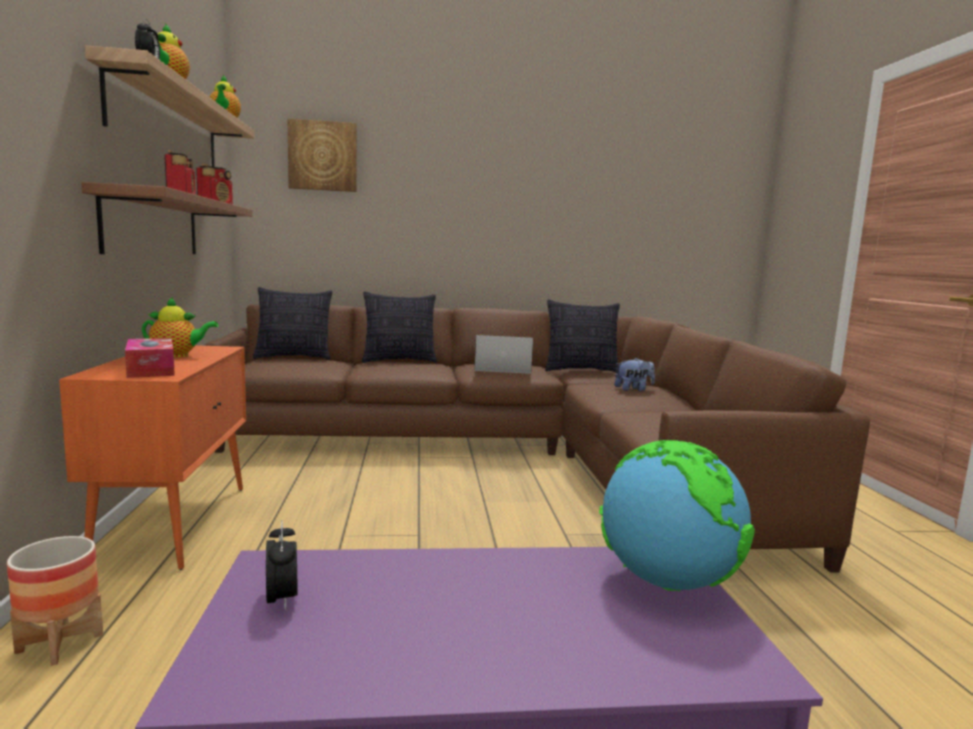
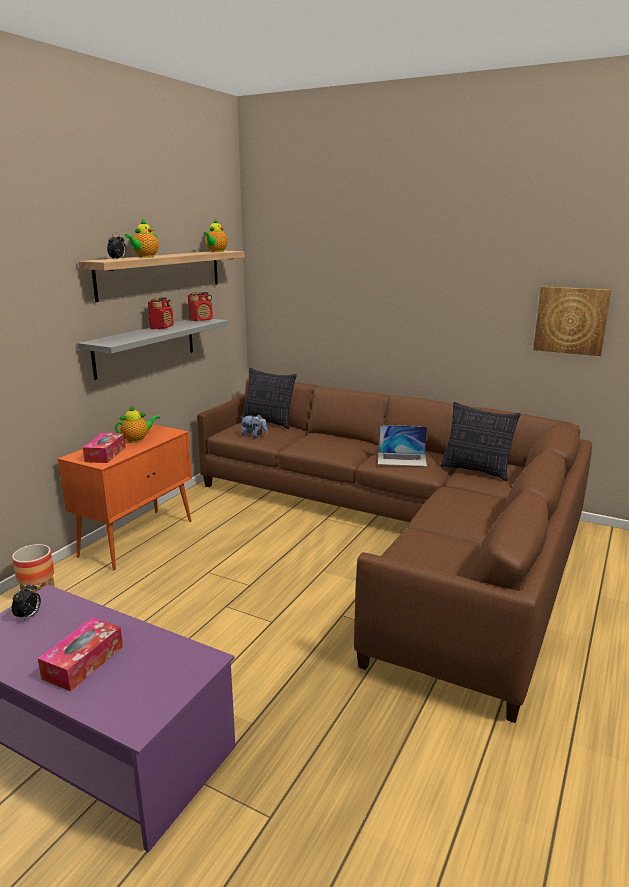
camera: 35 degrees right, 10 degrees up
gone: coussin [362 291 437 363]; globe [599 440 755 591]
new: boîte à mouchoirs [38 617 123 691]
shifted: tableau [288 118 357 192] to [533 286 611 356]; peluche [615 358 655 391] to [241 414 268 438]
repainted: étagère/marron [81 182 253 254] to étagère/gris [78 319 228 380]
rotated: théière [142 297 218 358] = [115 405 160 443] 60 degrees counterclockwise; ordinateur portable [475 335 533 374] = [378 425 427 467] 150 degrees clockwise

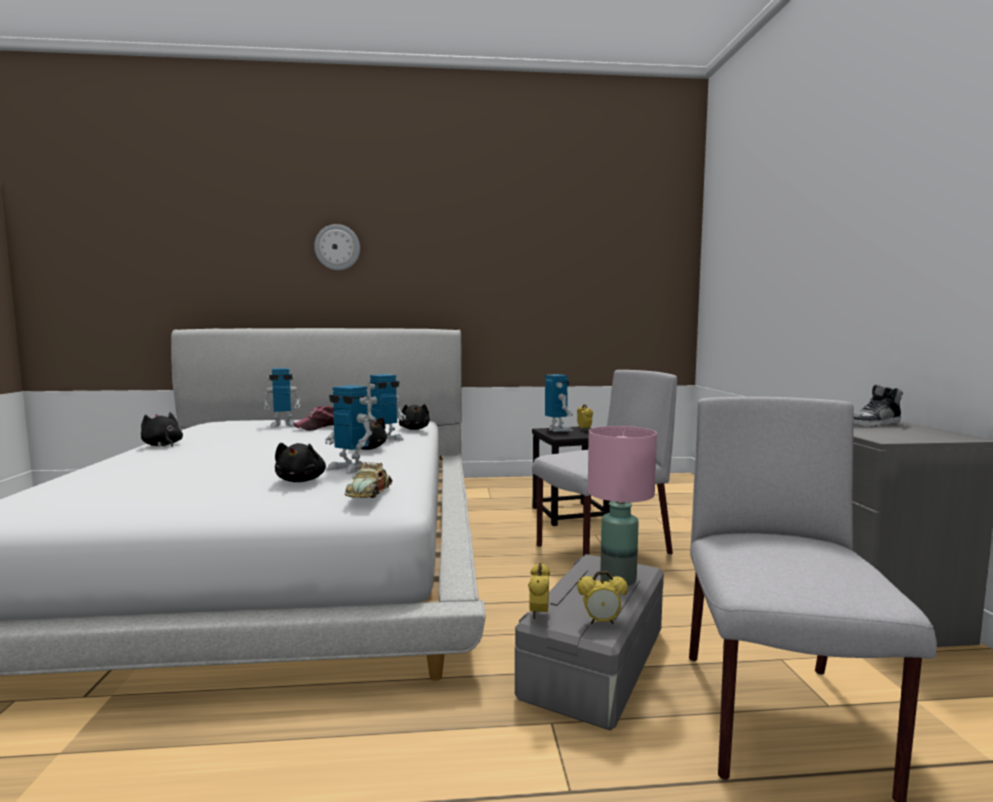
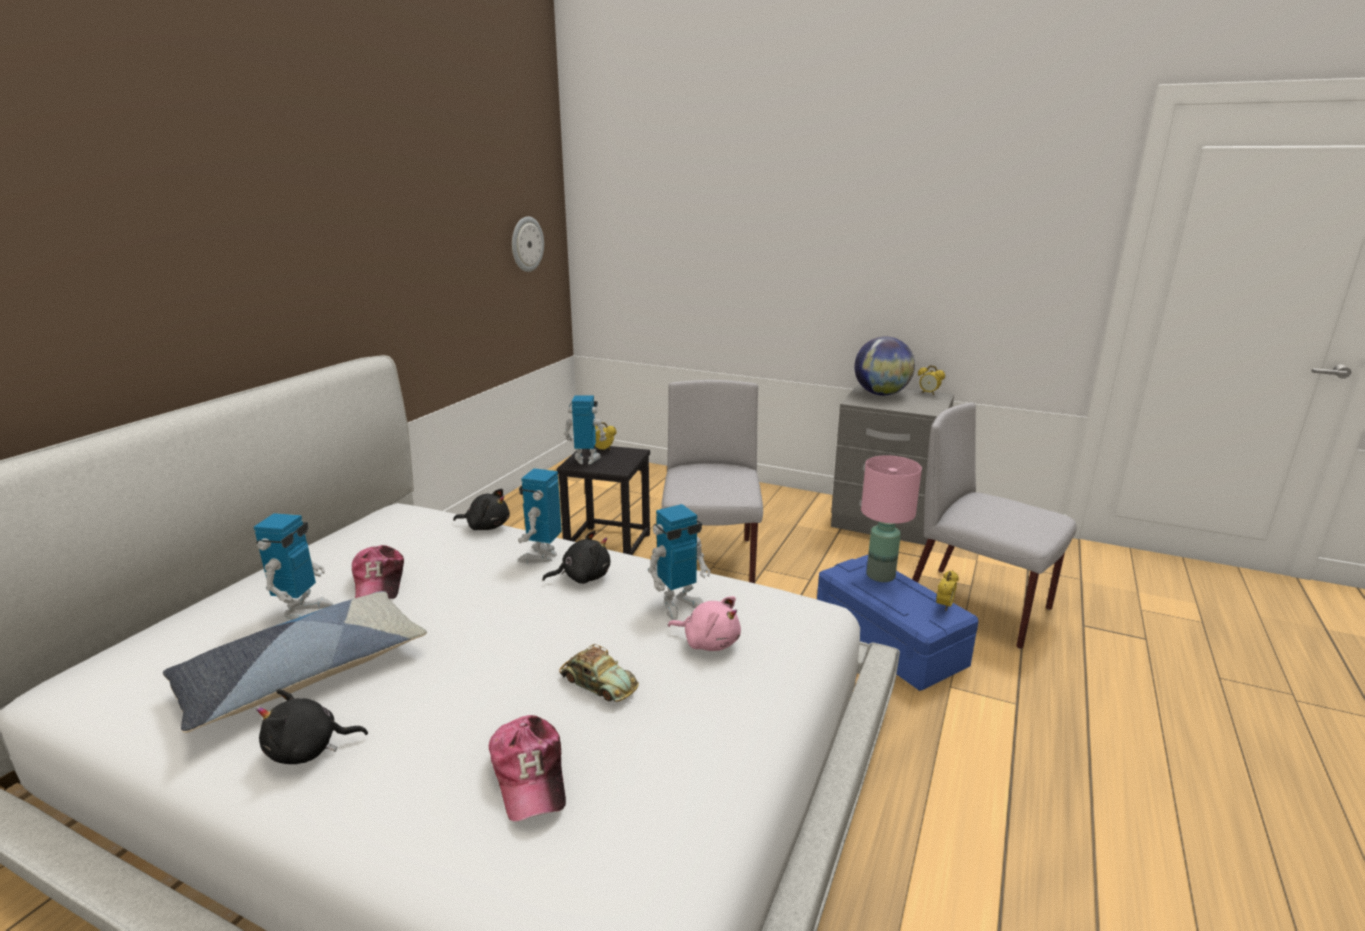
camera: 60 degrees left, 15 degrees up
new: coussin [163 591 427 733]; casquette [489 715 566 822]
shifted: horloge murale [314 224 360 270] to [512 216 544 272]; petite voiture [345 462 393 498] to [559 644 639 702]; réveil [528 563 550 619] to [918 366 945 395]
swapped: chaussure [854 384 903 427] to globe [854 337 915 395]
repainted: peluche/noir [275 443 326 482] to peluche/rose [668 596 741 651]; boîte de rangement/gris [515 554 664 730] to boîte de rangement/bleu [817 555 979 691]
rotated: robot jouet [368 374 406 443] = [518 468 562 563] 150 degrees counterclockwise

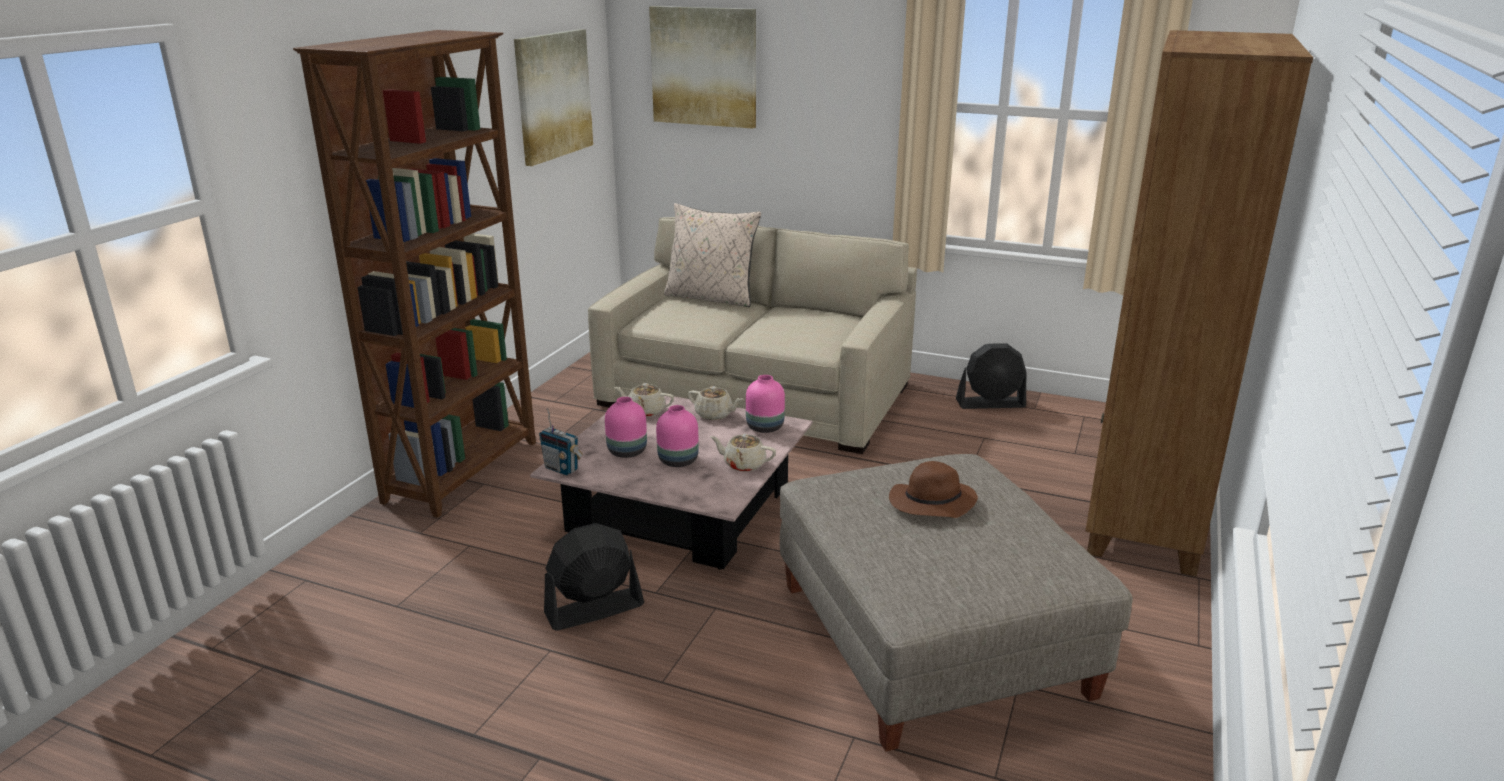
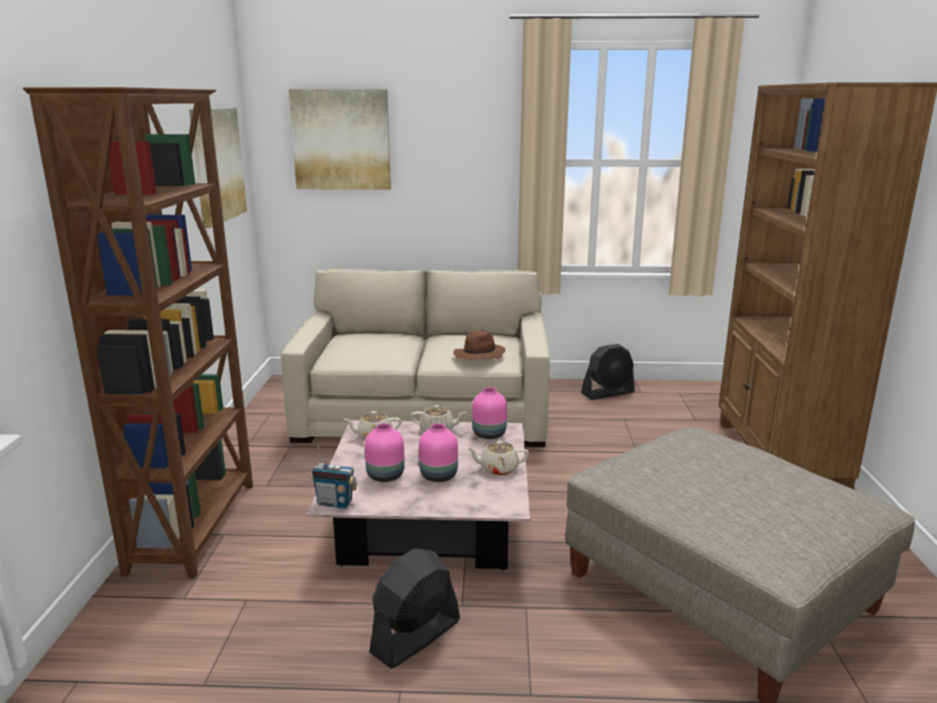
camera: 20 degrees left, 5 degrees down
gone: coussin/beige [664 203 761 307]
shifted: chapeau/marron [889 461 978 518] to [454 330 506 360]

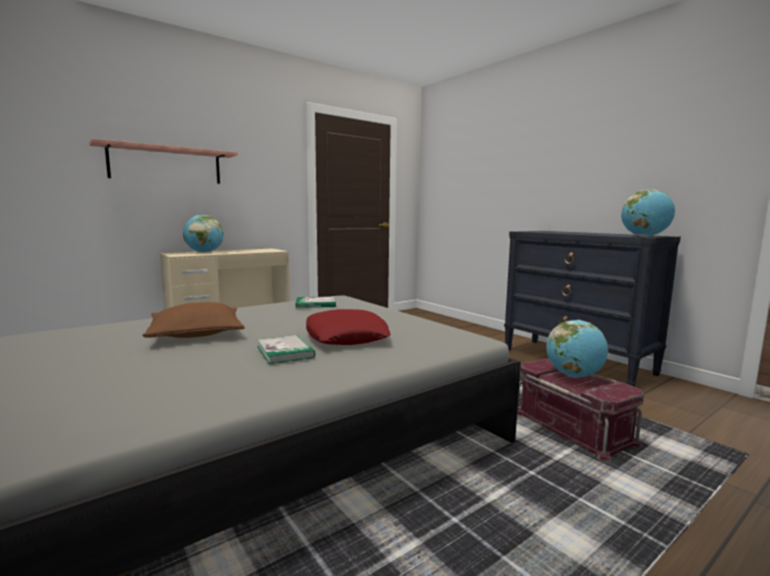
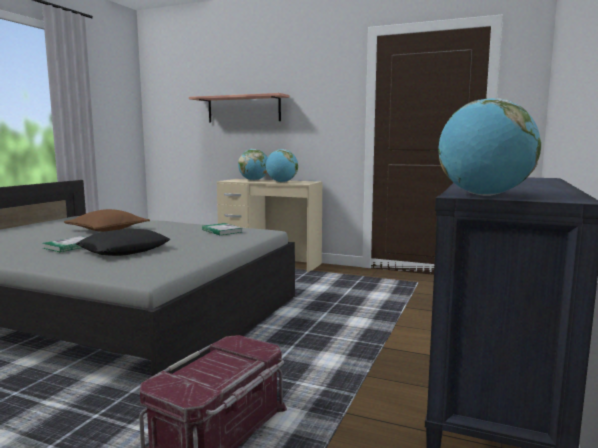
camera: 60 degrees right, 0 degrees up
shifted: globe [546 320 608 378] to [266 149 298 182]
repainted: coussin/rouge [306 309 390 345] to coussin/noir [76 228 170 256]

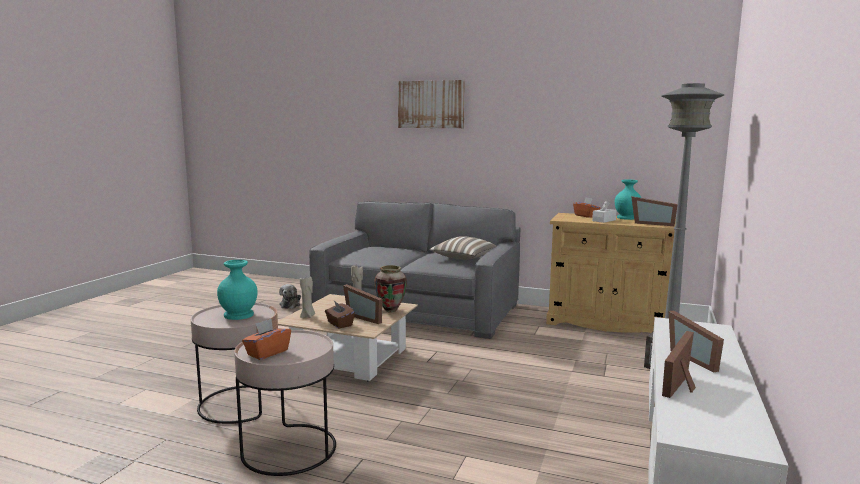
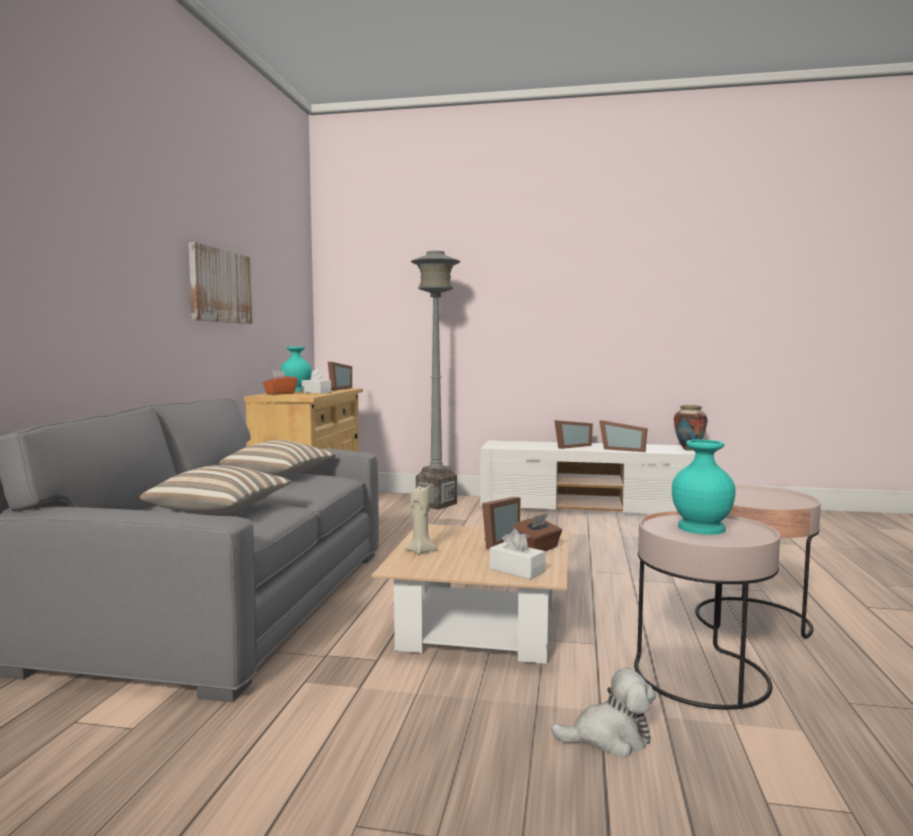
camera: 100 degrees left, 5 degrees down
gone: boîte à mouchoirs/orange [242 319 291 360]
new: coussin [140 465 292 513]
shifted: peluche [279 284 301 309] to [551 668 656 758]; vase [374 265 407 312] to [674 405 707 451]; tableau [398 80 465 128] to [188 242 253 324]
swapped: bougie/beige [300 277 315 318] to boîte à mouchoirs/blanc [490 529 545 579]

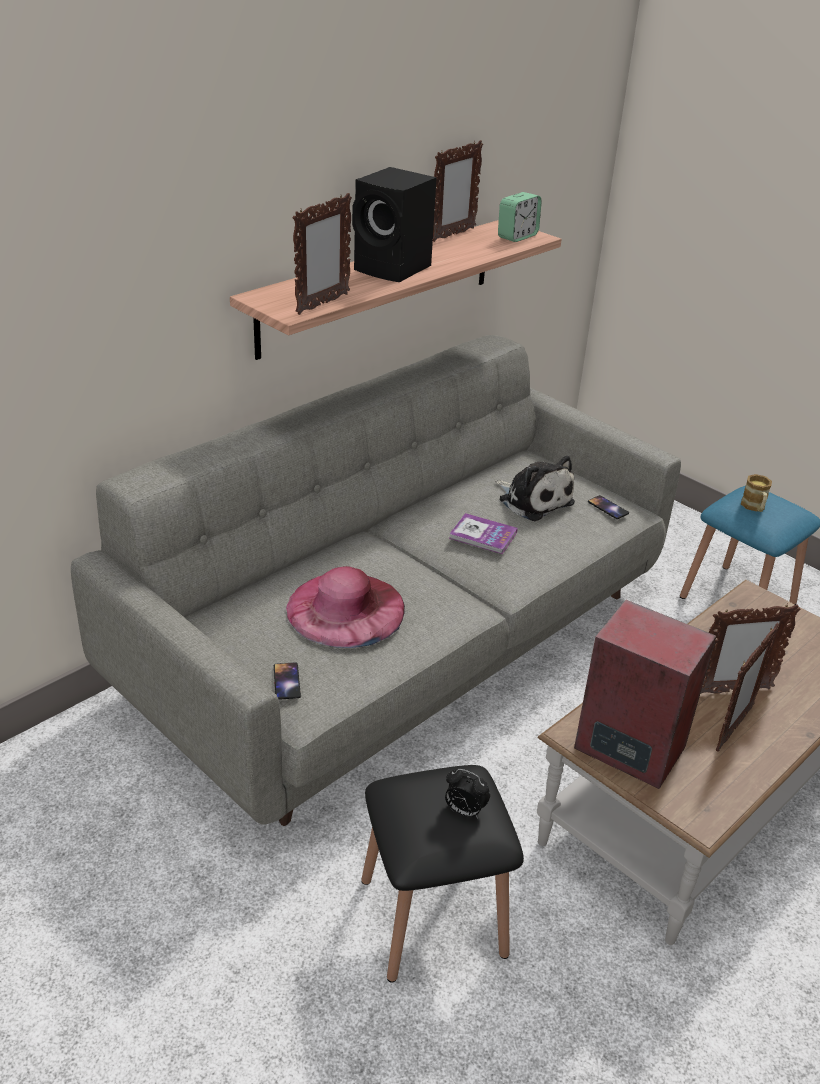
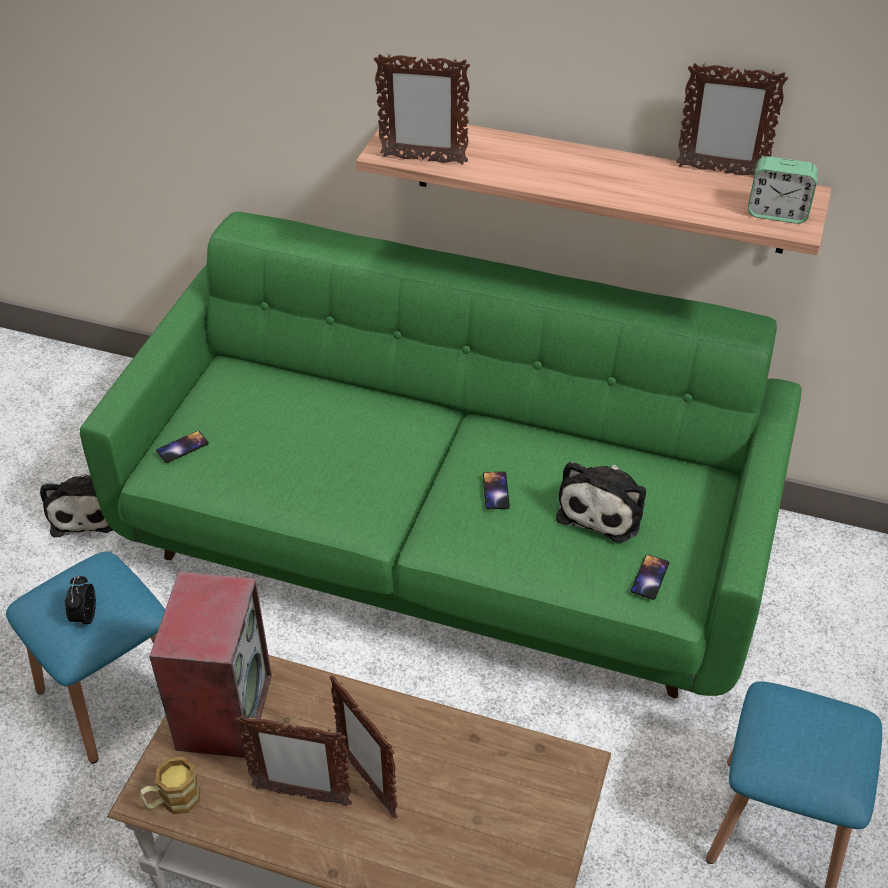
camera: 65 degrees right, 10 degrees up
gone: chapeau/rose [286 566 405 648]; enceinte/noir [352 167 437 282]
new: peluche [40 474 113 537]
shifted: mug [741 474 772 512] to [139 757 200 814]
swapped: livre [449 513 518 554] to téléphone [483 472 510 509]
repainted: canapé/gris [71 335 681 826] to canapé/vert [80 212 802 698]; tabouret/noir [361 765 524 983] to tabouret/bleu [6 552 165 764]

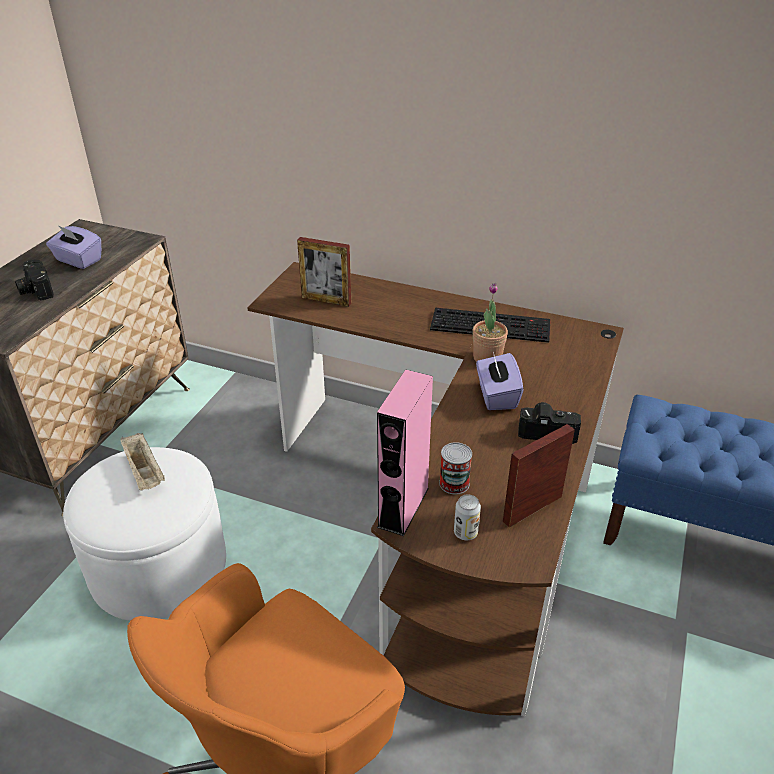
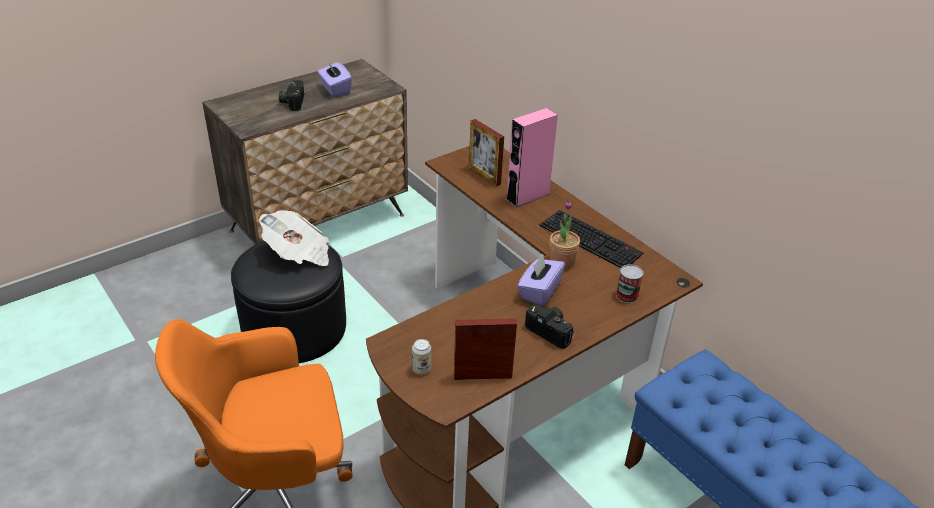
camera: 30 degrees right, 0 degrees up
shifted: enceinte/rose [377 370 433 536] to [505 108 558 208]; boîte métallique [439 442 472 494] to [616 264 643 303]
swapped: plateau/beige [121 433 165 490] to journal [259 210 329 266]
repainted: pouf/blanc [63 447 226 621] to pouf/noir [231 241 346 363]

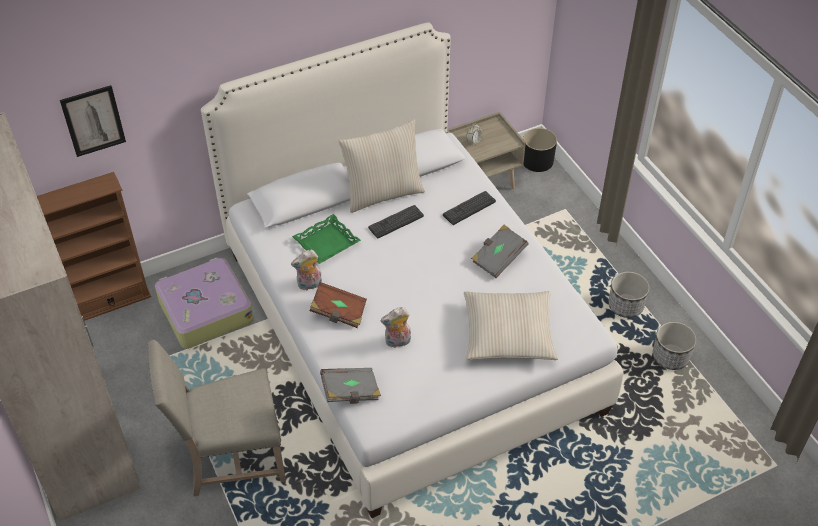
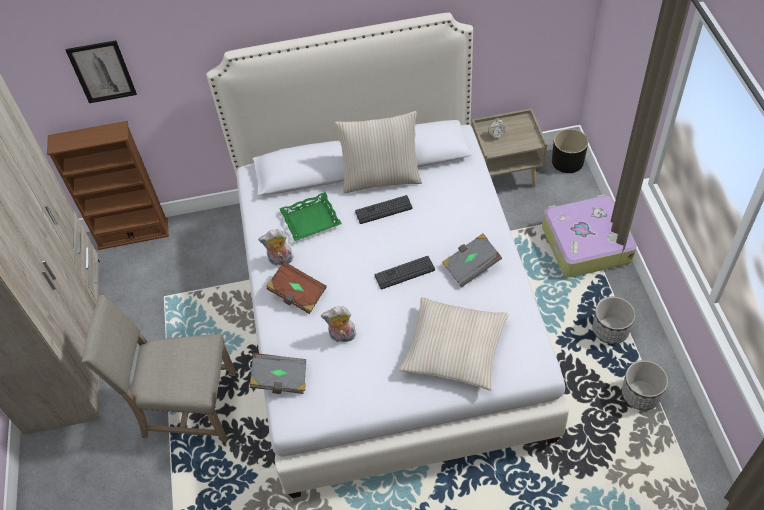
camera: 20 degrees right, 5 degrees up
shifted: valise [155 258 254 349] to [542 194 637 278]; clavier [443 191 496 225] to [375 256 435 289]

